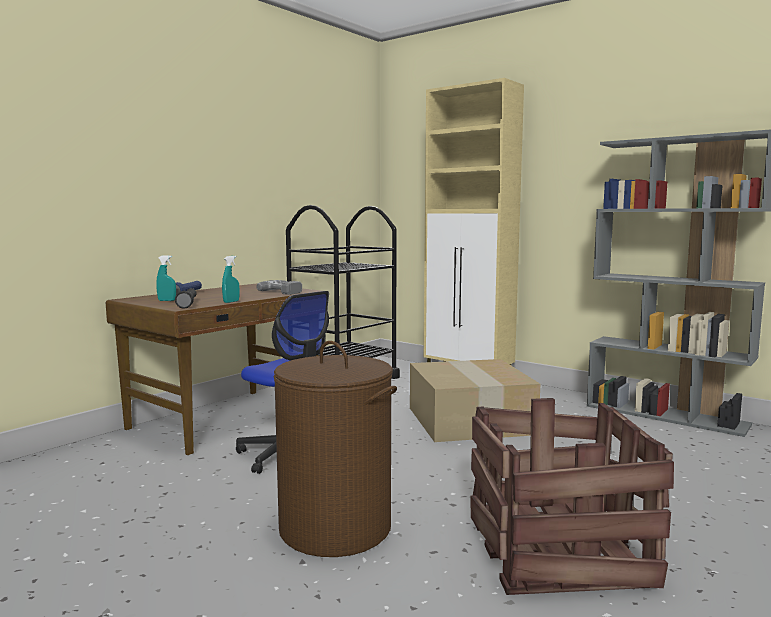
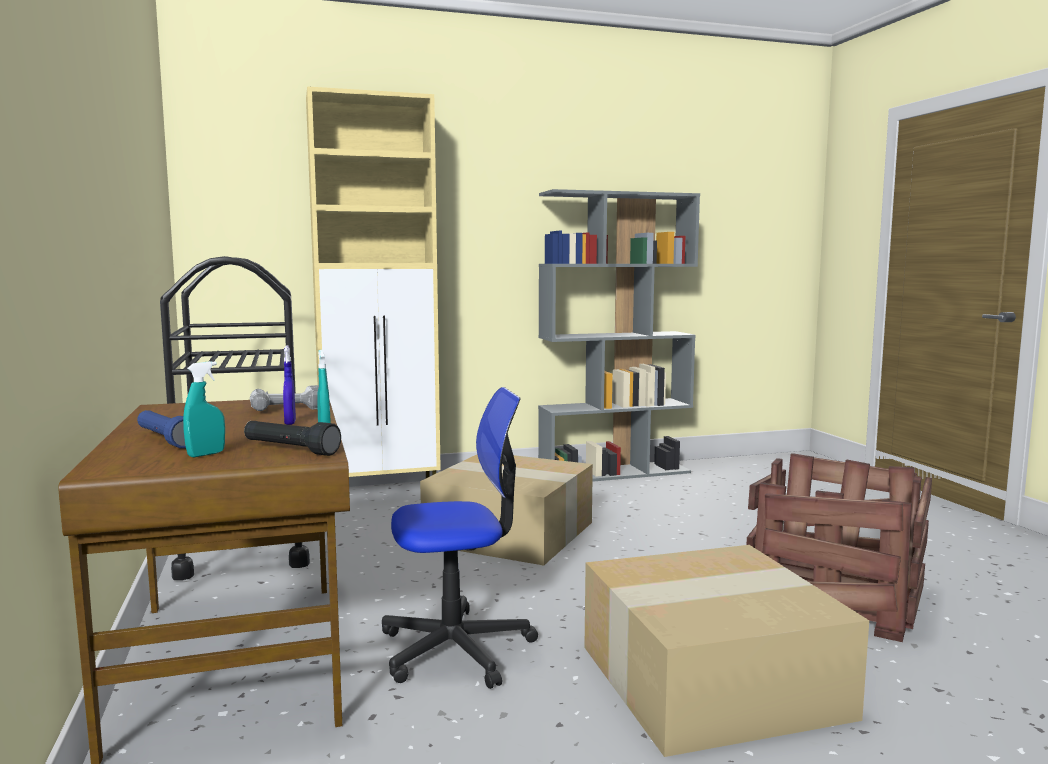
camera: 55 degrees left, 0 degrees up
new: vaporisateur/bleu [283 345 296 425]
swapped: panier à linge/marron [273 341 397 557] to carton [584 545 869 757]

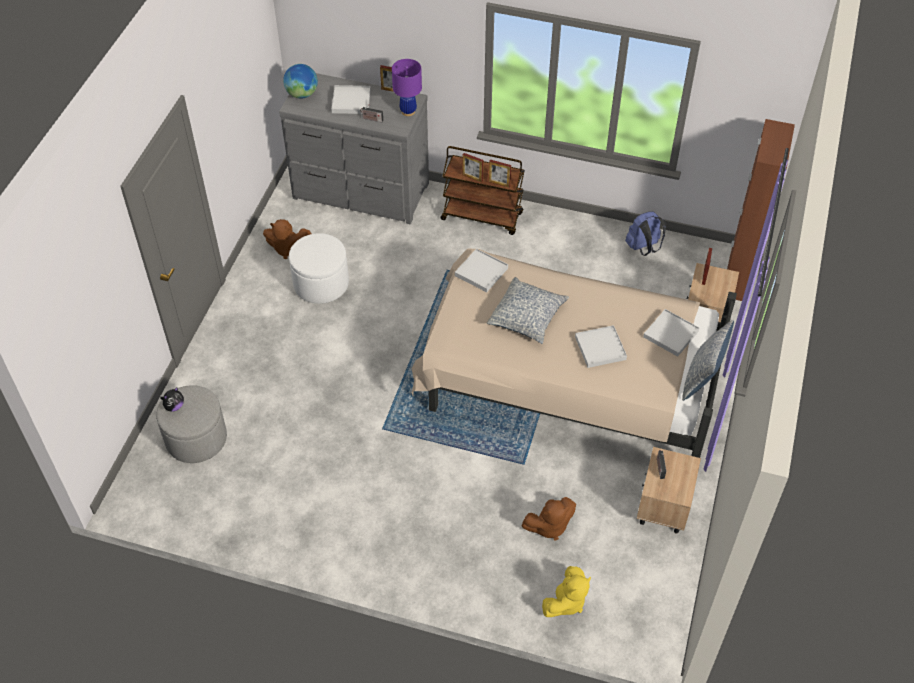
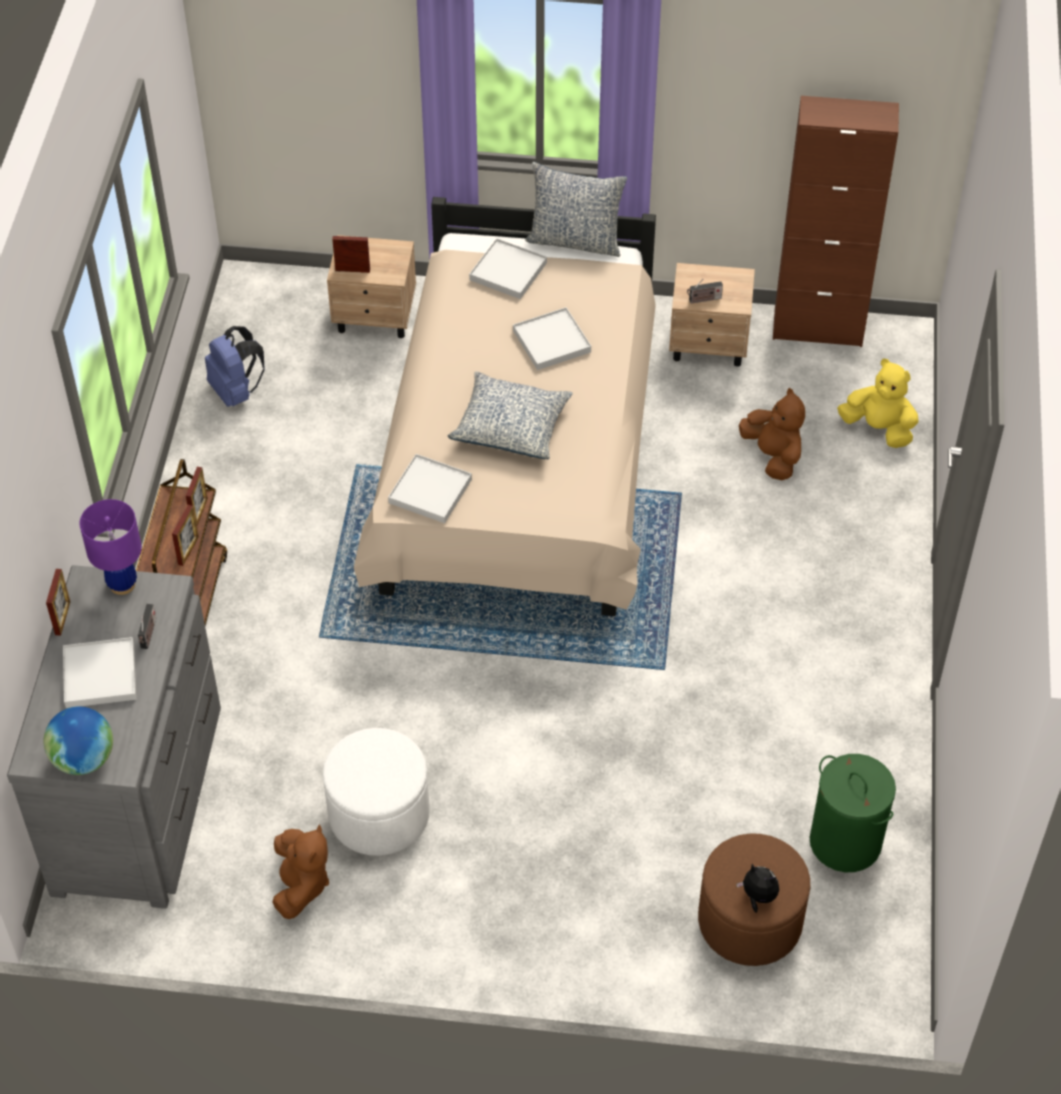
camera: 100 degrees left, 0 degrees up
new: panier à linge/vert [810 754 896 872]
shifted: meuble de rangement/marron [727 119 795 301] to [773 96 899 347]
repainted: pouf/gris [156 385 227 463] to pouf/marron [698 833 810 966]

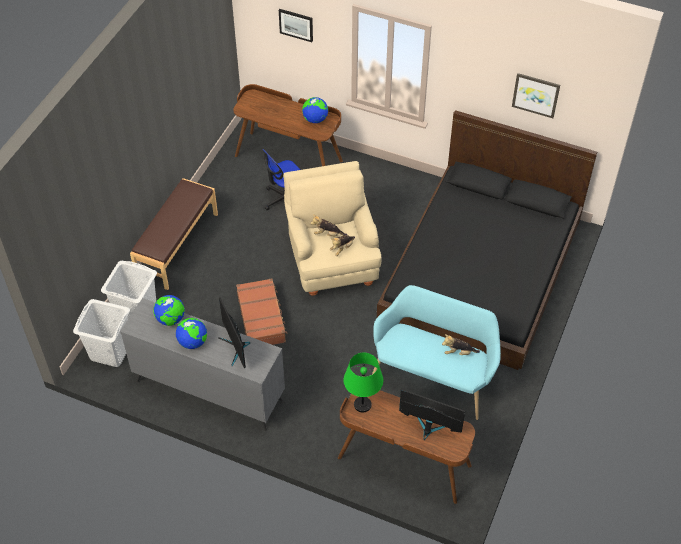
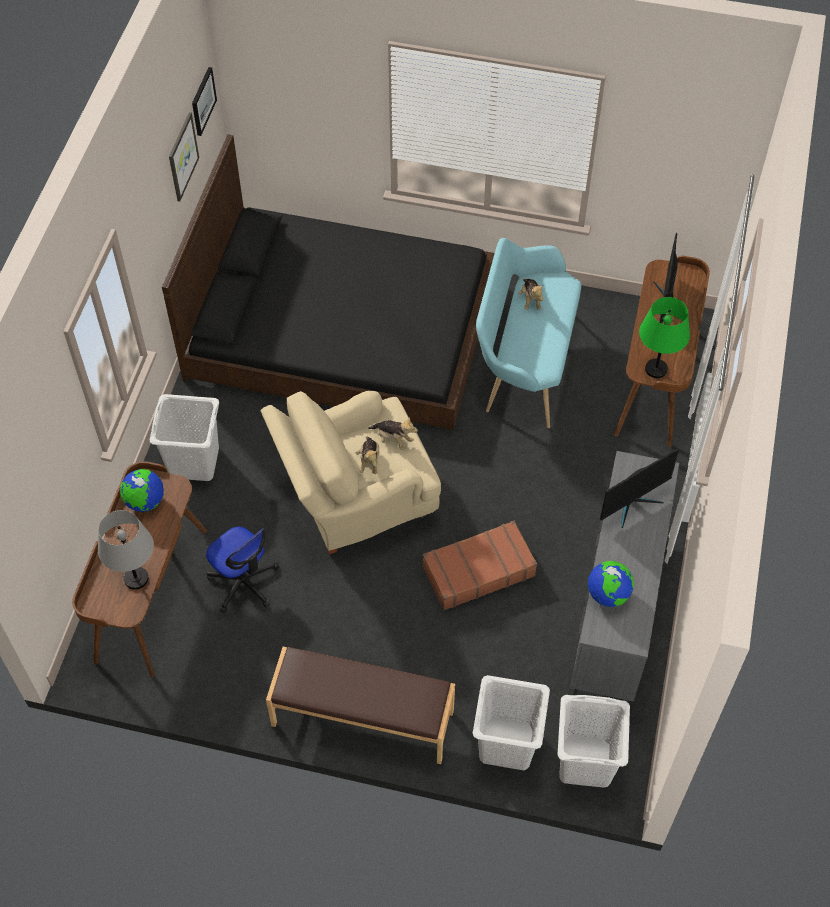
camera: 100 degrees left, 5 degrees up
gone: globe [176 318 207 349]
new: lampe de table/gris [98 510 154 590]; panier à linge/blanc [149 394 219 481]
shifted: tableau [279 9 313 42] to [192 67 217 136]

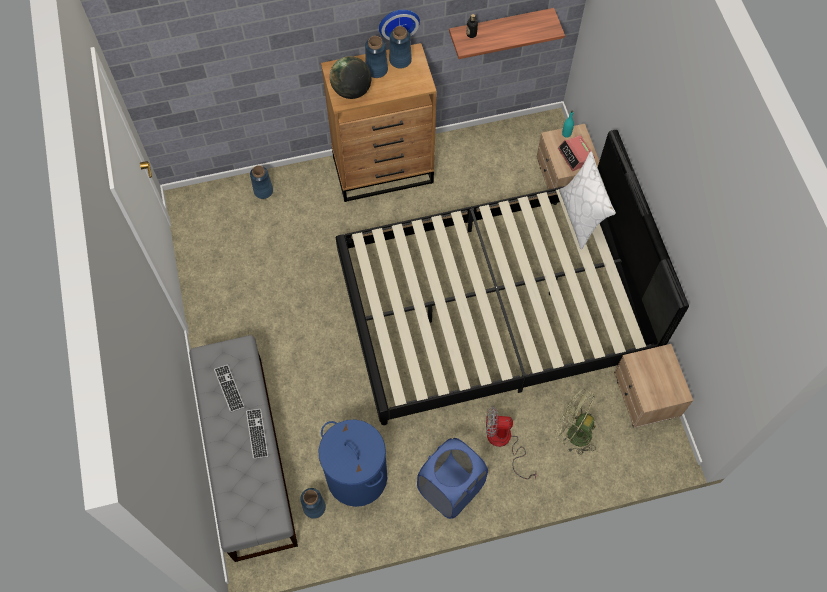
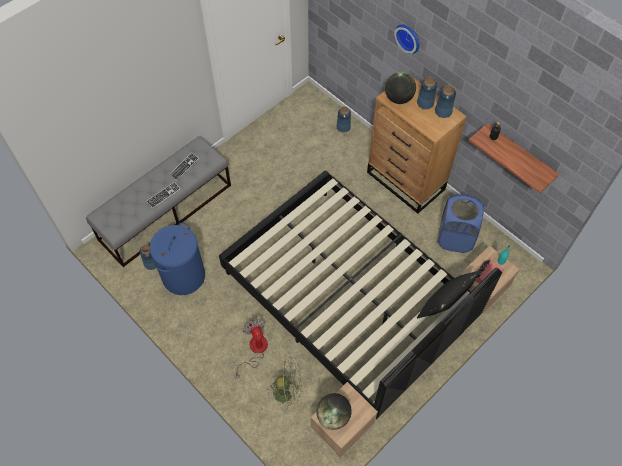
camera: 60 degrees right, 5 degrees down
new: globe [316 393 352 430]
shifted: horloge murale [379 10 420 40] to [394 24 419 54]; panier à linge/bleu [417 438 488 519] to [437 194 484 253]
repainted: coussin/blanc [559 152 616 250] to coussin/noir [417 271 480 318]
rotated: ventilateur/vert [555 389 596 455] = [267 359 301 410] 90 degrees clockwise

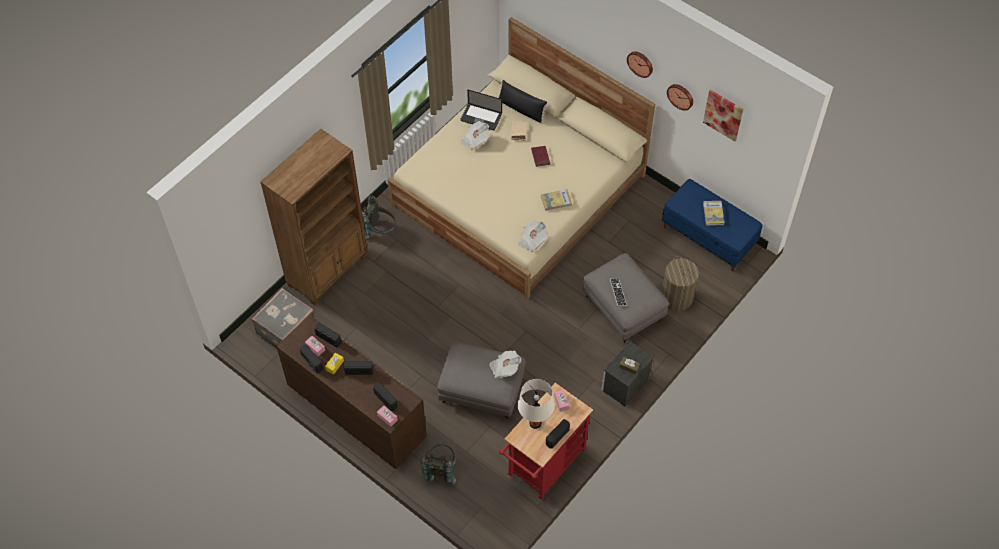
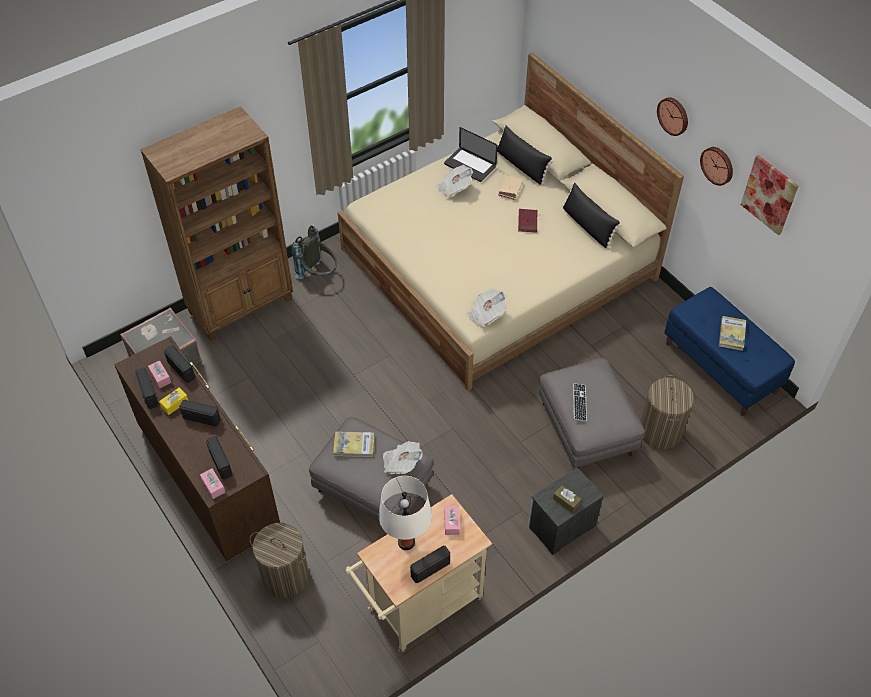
camera: 15 degrees right, 5 degrees down
new: coussin/noir [562 183 621 249]
shifted: livre [541 189 572 211] to [333 432 374 457]
swapped: sac à dos/gris [421 444 456 485] to panier à linge [250 523 309 598]
repainted: chariot/rouge [499 383 593 500] to chariot/beige [345 494 492 652]

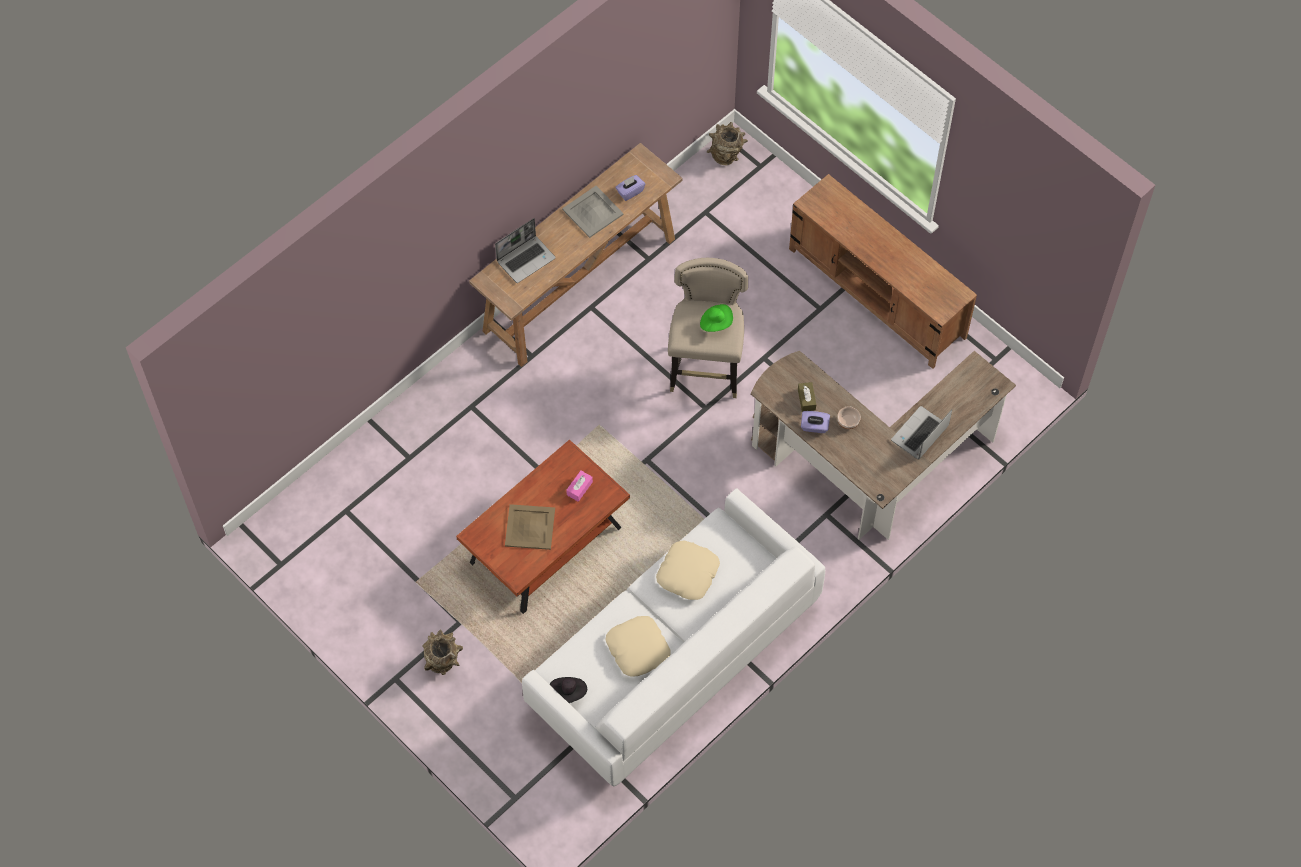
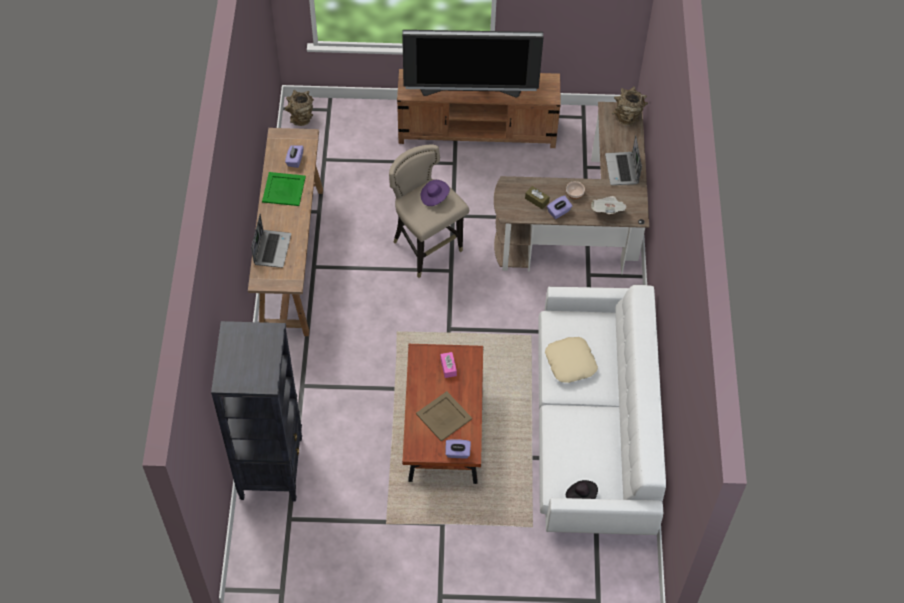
camera: 45 degrees left, 5 degrees down
gone: coussin/beige [605 616 671 677]
new: bibliothèque/noir [211 321 302 502]; téléviseur [402 30 544 98]; boîte à mouchoirs/violet [445 439 471 459]; journal [591 196 627 214]
shifted: vase/marron [422 630 463 675] to [612 86 648 126]
repainted: plateau/gris [562 186 624 238] to plateau/vert [262 172 306 206]; chapeau/vert [700 304 733 332] to chapeau/violet [421 180 450 206]

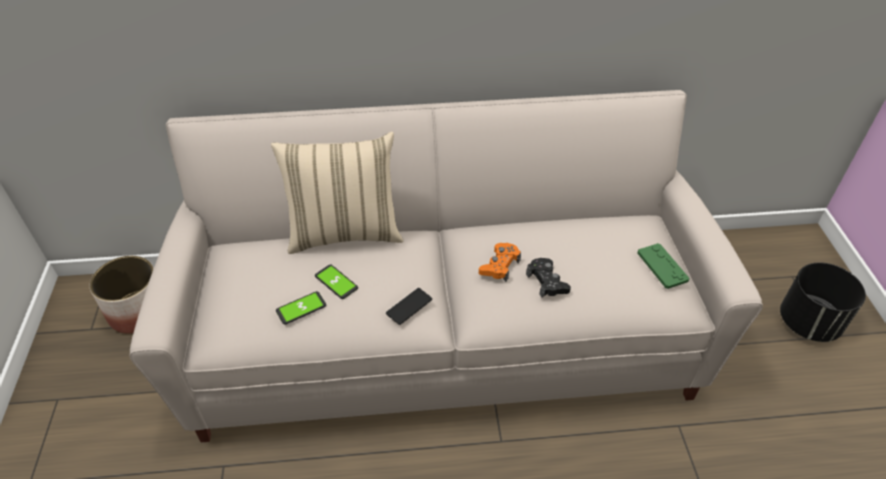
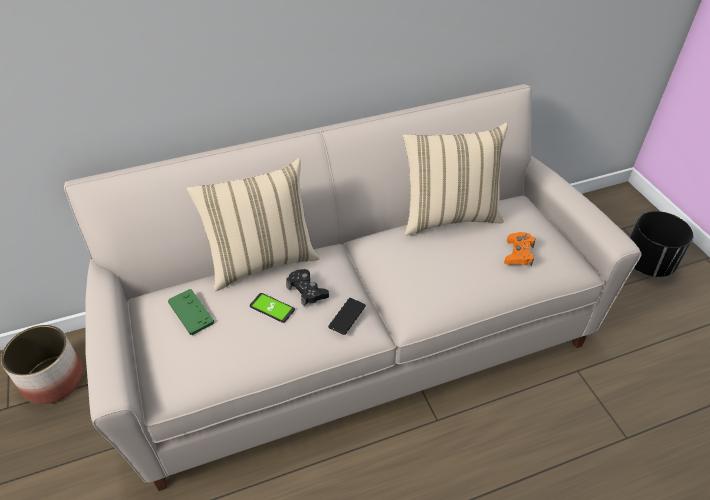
camera: 15 degrees left, 0 degrees up
gone: téléphone [276 291 326 325]
new: coussin/beige [403 123 508 236]
shifted: manette/orange [479 243 521 282] to [504 232 535 266]; manette/noir [526 258 571 298] to [286 269 329 307]; manette/vert [637 243 689 289] to [168 289 214 335]

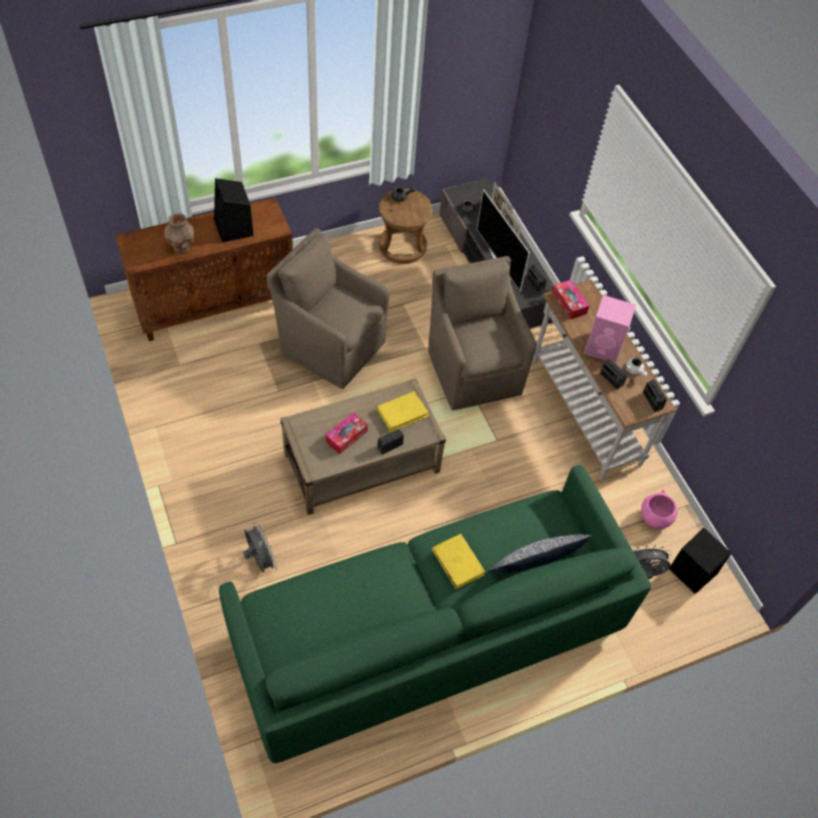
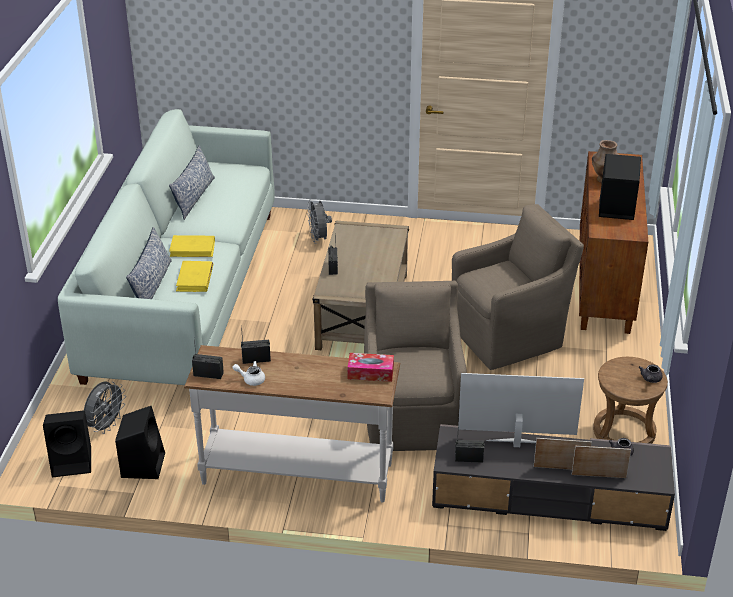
camera: 125 degrees right, 20 degrees down
gone: boîte à mouchoirs [326 412 368 454]; enceinte/rose [584 295 636 363]
new: coussin [169 145 215 220]
shifted: livre/jaune [377 391 429 432] to [176 261 213 292]
swapped: bol/rose [641 490 678 529] to enceinte/noir [115 406 165 479]
repainted: canapé/vert [219 465 651 763] to canapé/blanc [58 109 275 385]
rotated: ventilateur/gris [243 522 277 573] = [307 199 332 244] 75 degrees clockwise; fauteuil/marron [428 256 537 410] = [364 281 467 451] 105 degrees counterclockwise

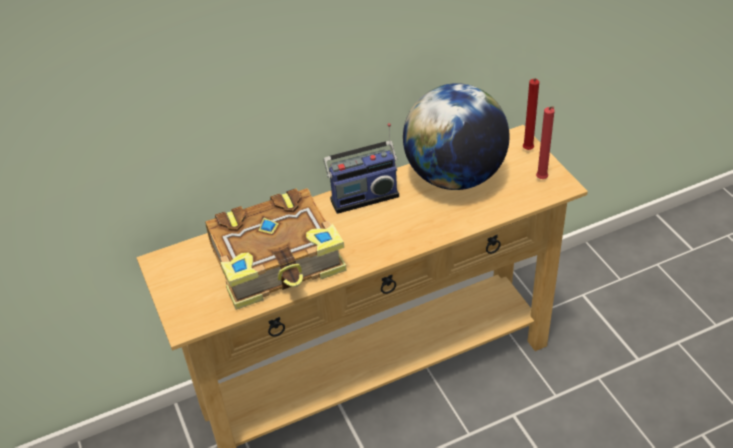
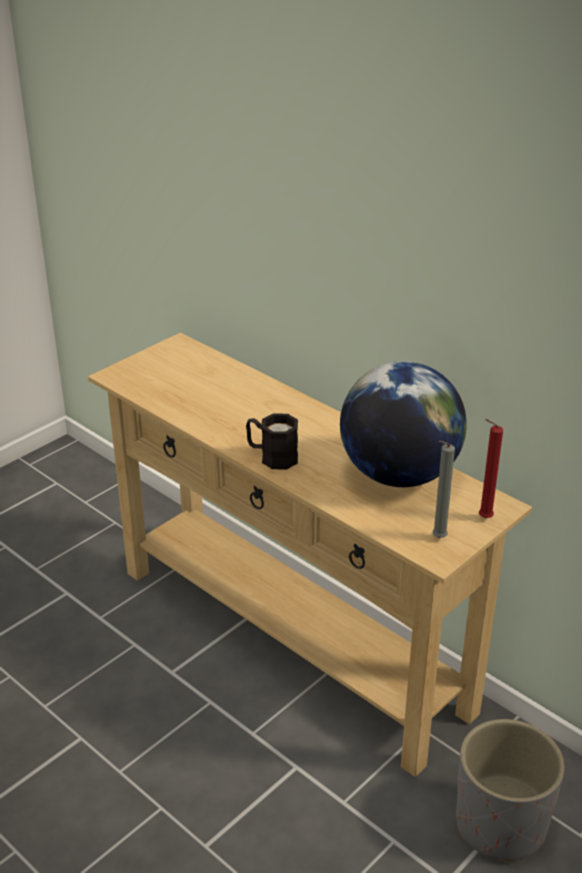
camera: 65 degrees right, 10 degrees down
gone: livre [205 188 347 310]; radio [323 123 399 214]
new: mug/noir [246 413 298 470]; cache-pot/gris [456 719 564 863]
repainted: bougie/rouge [536 106 555 179] to bougie/gris [432 440 455 538]

